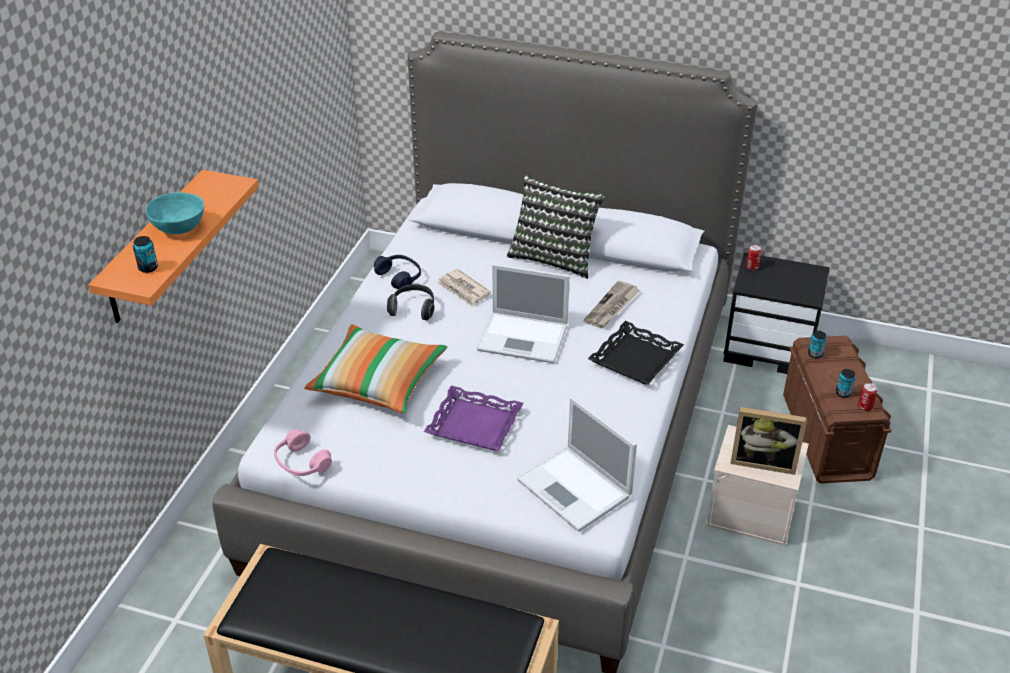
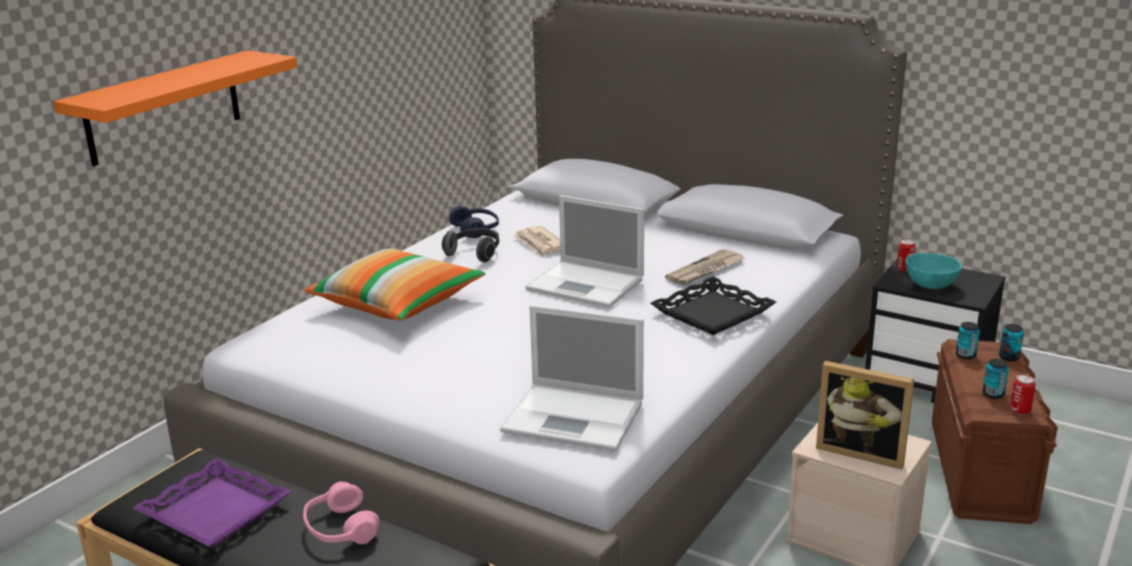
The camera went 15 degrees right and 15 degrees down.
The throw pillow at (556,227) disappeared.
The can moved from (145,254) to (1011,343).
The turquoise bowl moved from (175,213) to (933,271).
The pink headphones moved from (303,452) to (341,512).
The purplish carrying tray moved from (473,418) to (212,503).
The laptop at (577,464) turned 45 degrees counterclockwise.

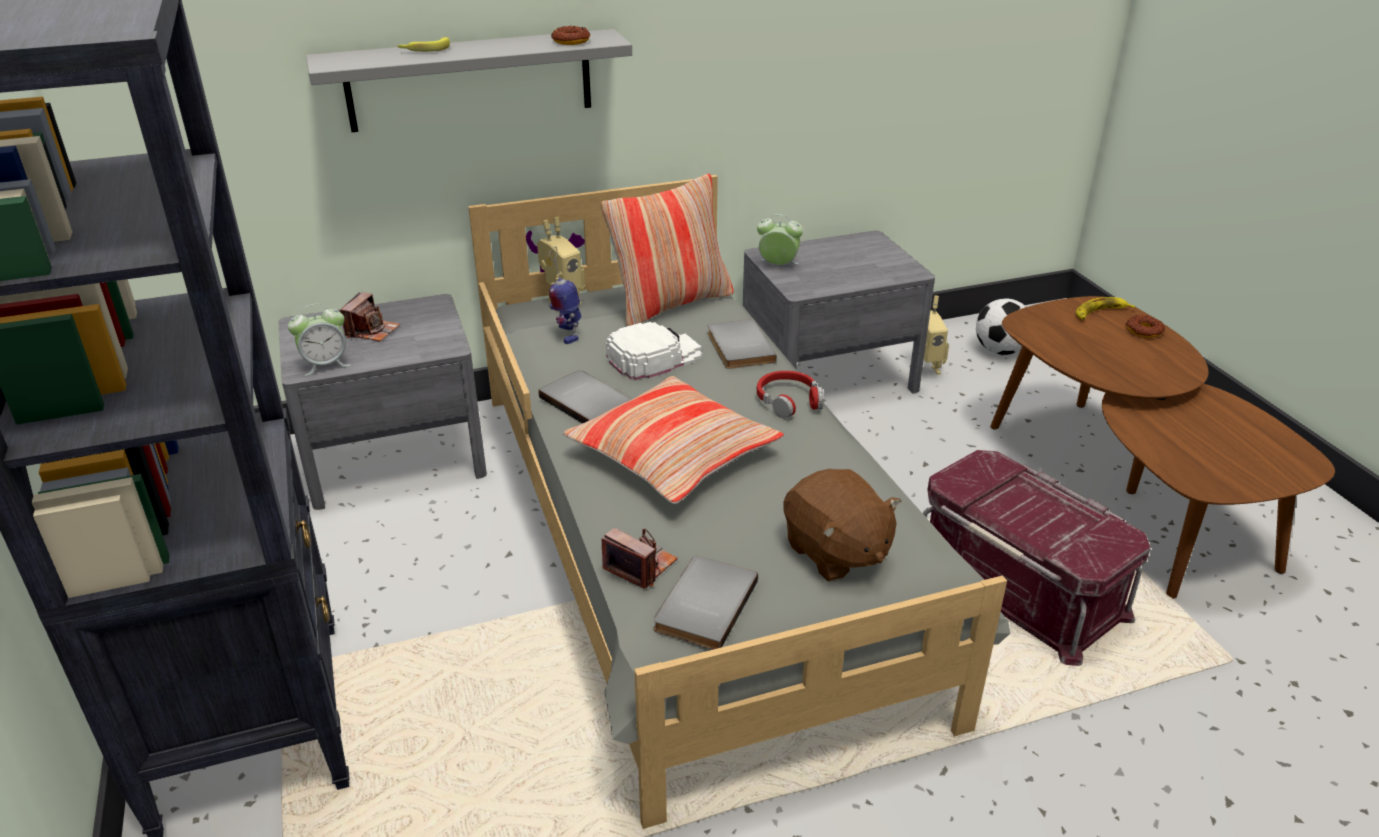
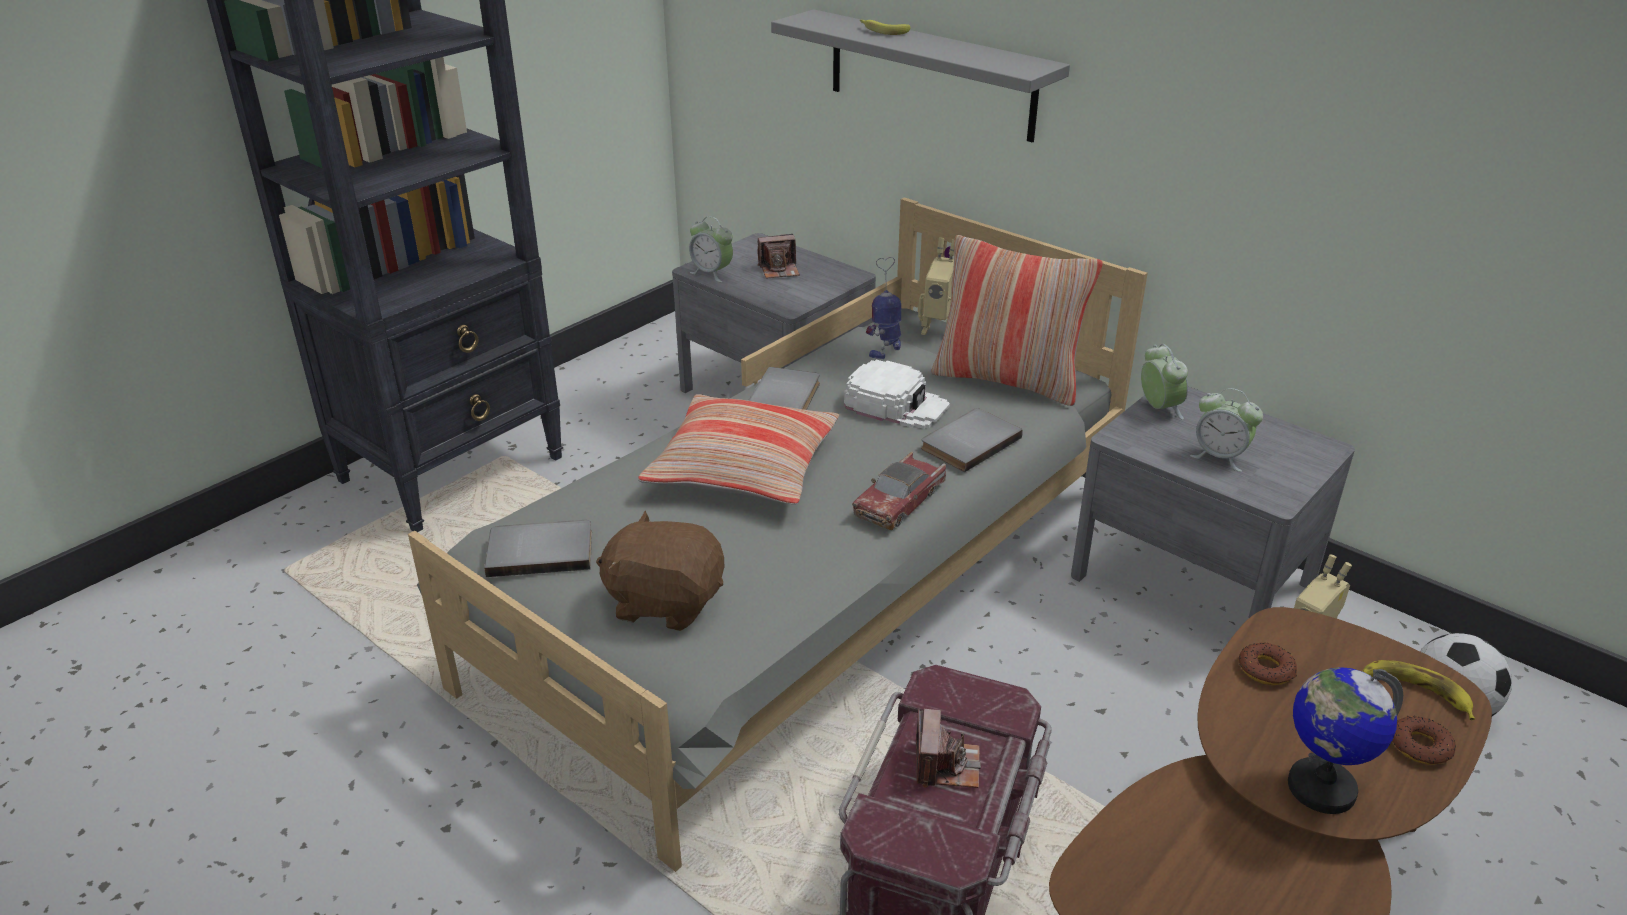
The camera went 60 degrees right and 0 degrees up.
The alarm clock at (1226,430) appeared.
The desk globe at (1345,740) appeared.
The doughnut moved from (571,35) to (1267,663).
The photo camera moved from (640,558) to (948,748).
The reddish headphones at (790,395) was replaced by the toy car at (899,491).
The brownish cuddly toy at (842,525) turned 75 degrees clockwise.

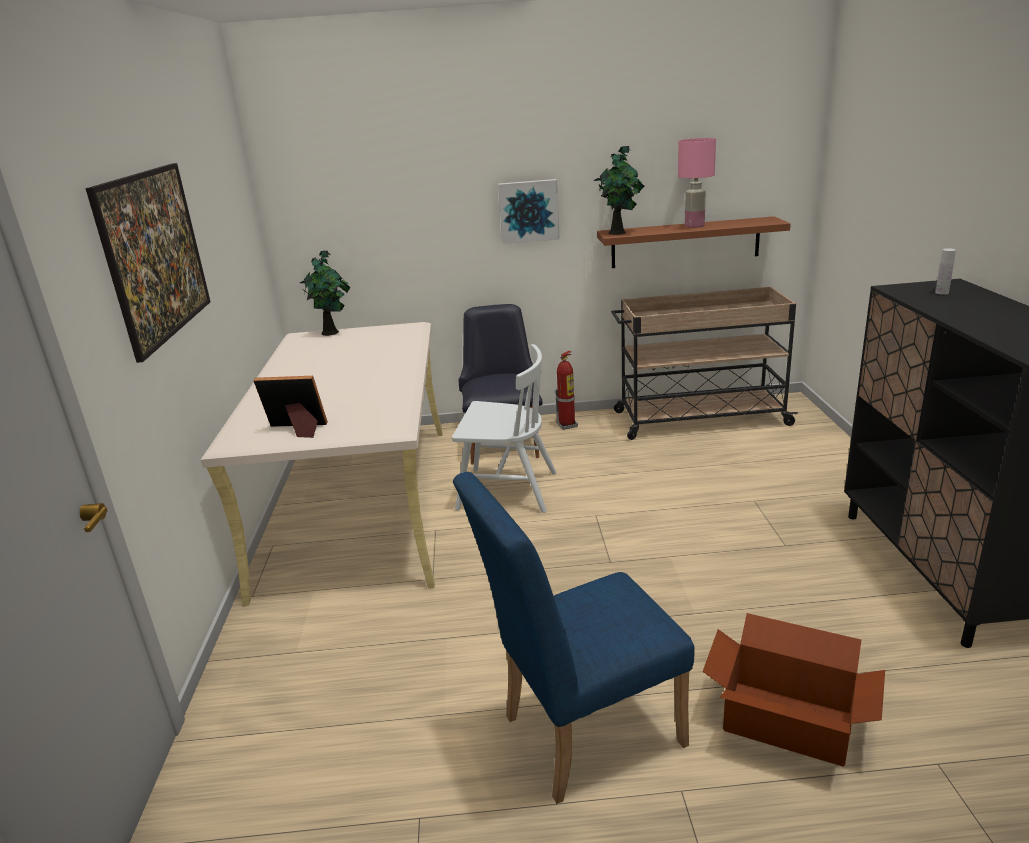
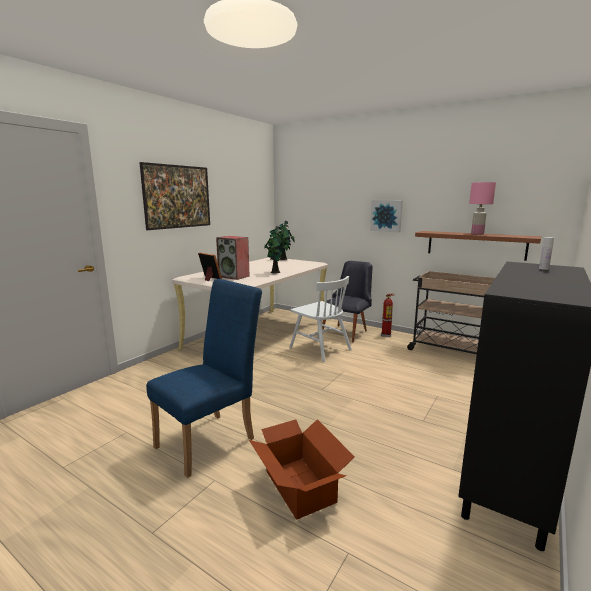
The camera went 35 degrees right and 10 degrees down.
The loudspeaker at (233,258) appeared.
The potted plant moved from (618,190) to (276,249).
The bluish chair at (573,638) turned 120 degrees clockwise.

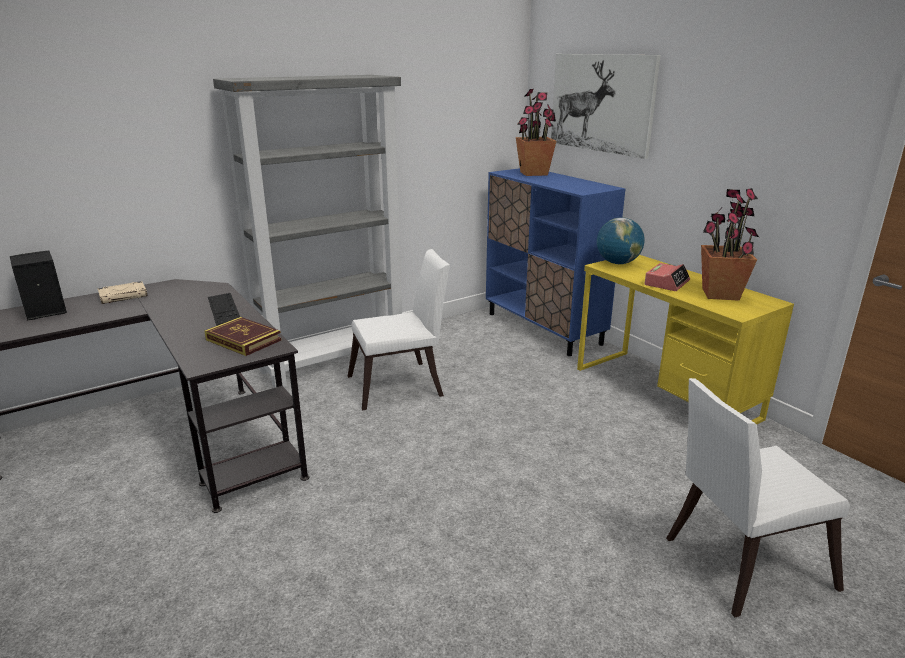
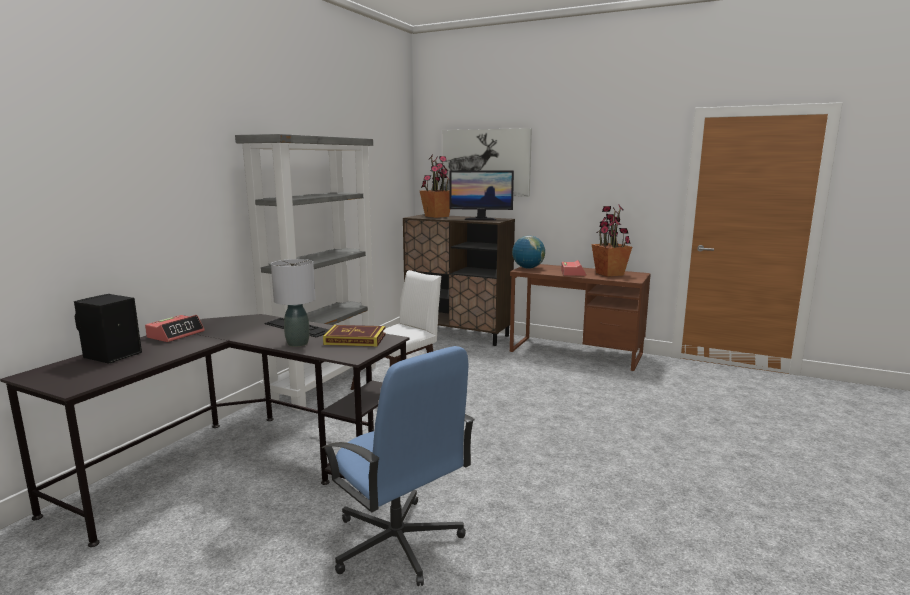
The camera went 30 degrees left and 10 degrees down.
The white chair at (758,497) disappeared.
The greyish tabletop lamp at (293,303) appeared.
The bluish desk chair at (398,466) appeared.
The computer display at (481,195) appeared.
The beige-coloured bound book at (123,292) was replaced by the alarm clock at (175,328).
The bluish cupboard at (556,262) became the brownish cupboard at (459,280).
The yellow-coloured desk at (685,339) became the brownish desk at (580,317).

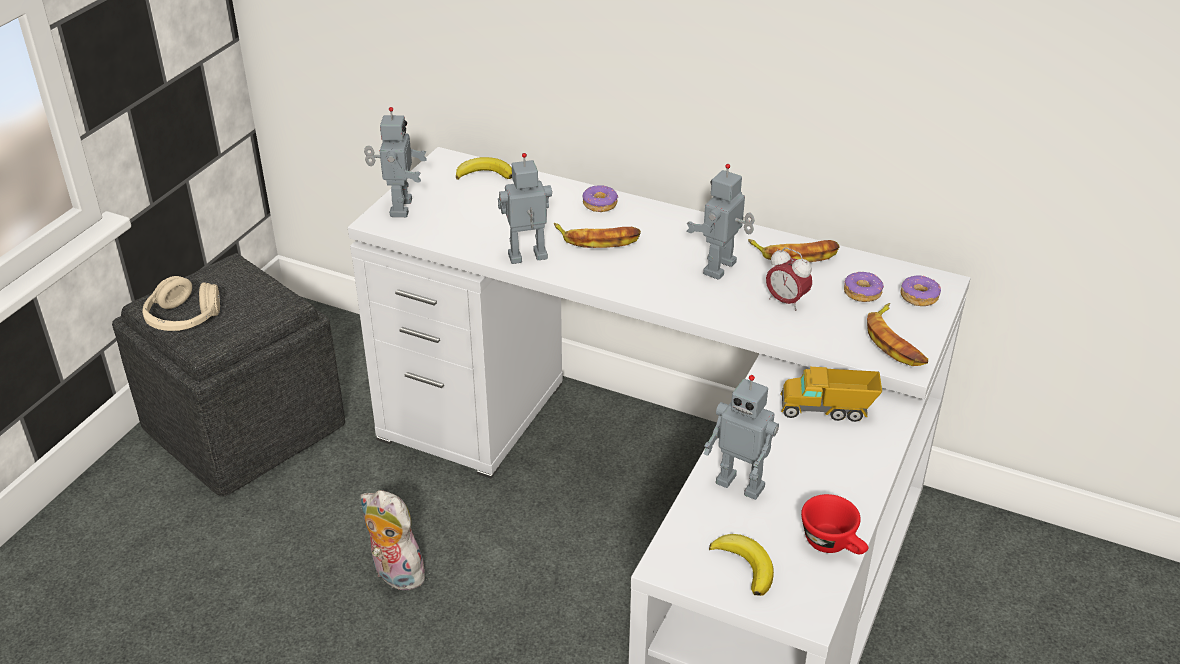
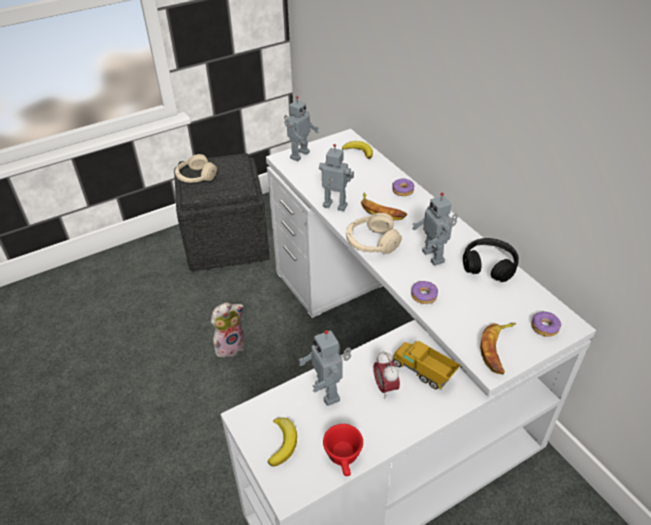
The camera went 35 degrees right and 5 degrees up.
The beige-coloured headphones at (374,233) appeared.
The alarm clock moved from (789,279) to (387,374).
The doughnut moved from (864,287) to (424,292).
The banana fruit at (793,250) was replaced by the black-coloured headphones at (491,260).
The cuddly toy at (394,540) turned 75 degrees clockwise.
The toy robot at (721,222) turned 90 degrees counterclockwise.

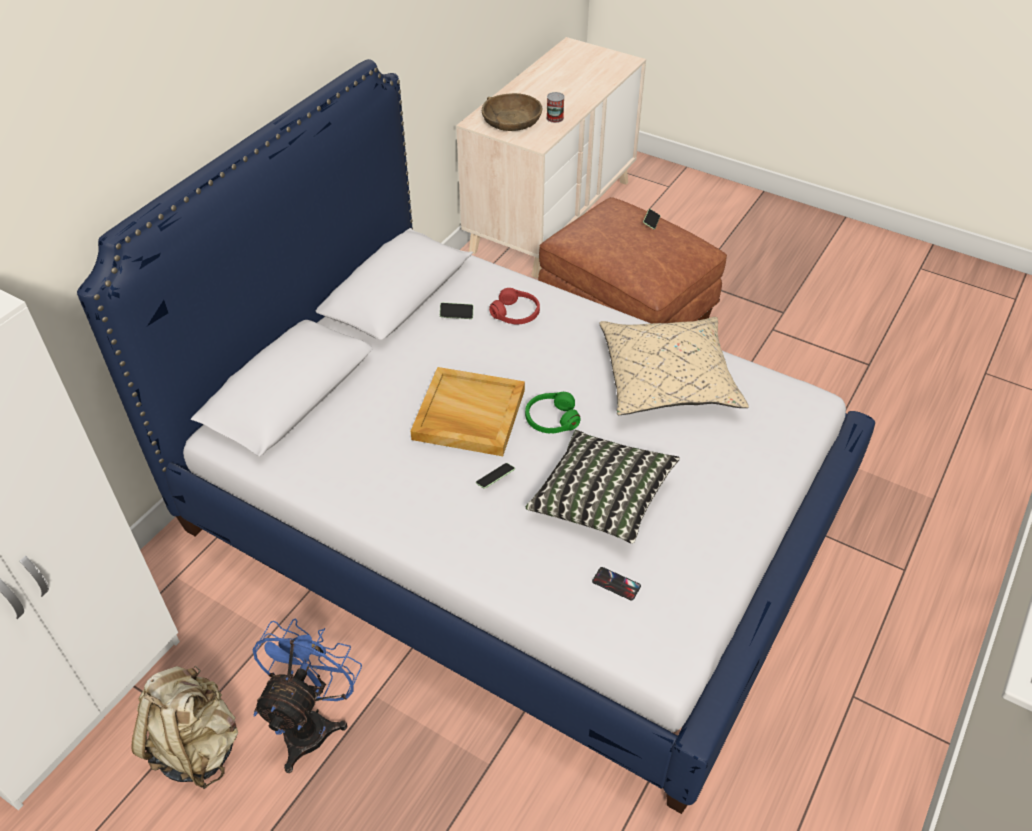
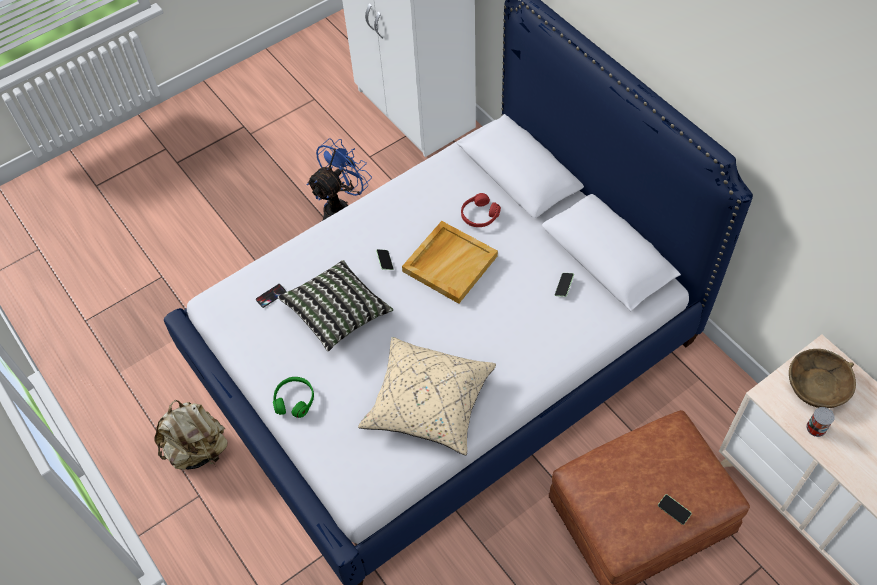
The camera went 115 degrees right and 10 degrees up.
The beige-coloured backpack moved from (185,727) to (191,434).
The reddish headphones moved from (514,306) to (481,210).
The greenish headphones moved from (552,412) to (293,397).
The bluish fan at (307,696) turned 90 degrees counterclockwise.

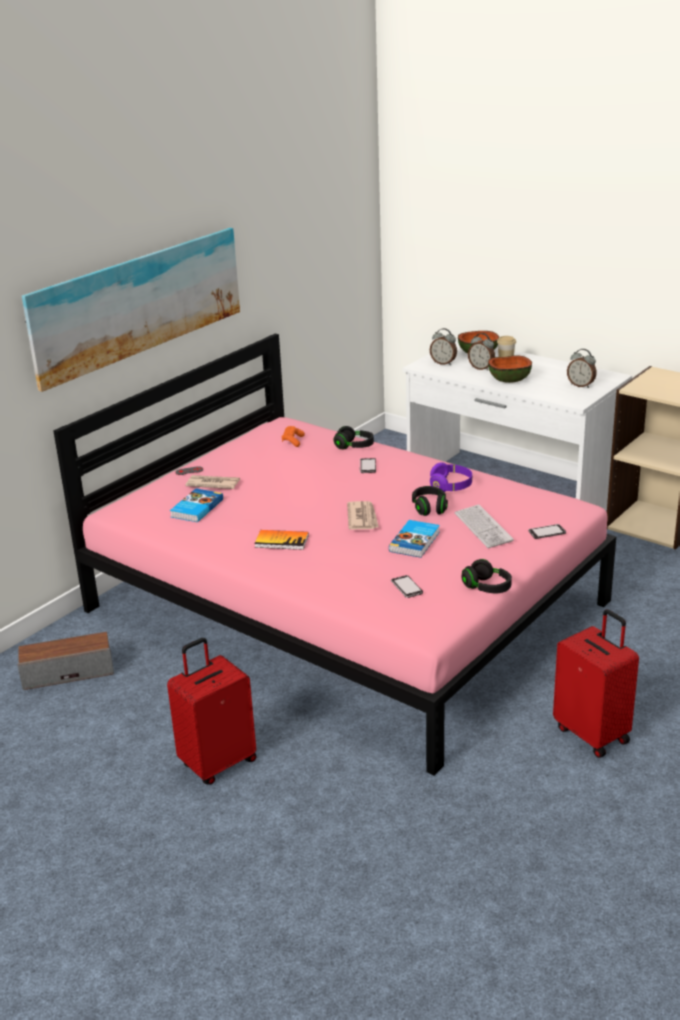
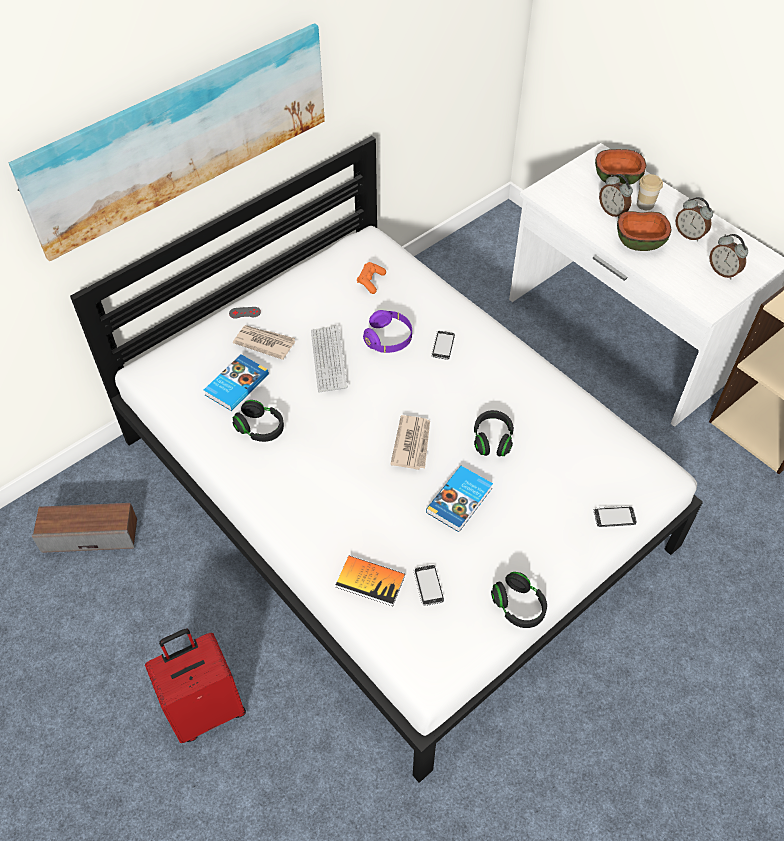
The camera went 10 degrees right and 25 degrees up.
The reddish travel case at (596,683) disappeared.
The bound book moved from (281,540) to (370,581).
The black-coloured headphones moved from (353,437) to (258,421).
The alarm clock moved from (443,346) to (694,219).
The purplish headphones moved from (451,477) to (387,331).
The PC keyboard moved from (484,526) to (329,359).
The pink bed at (334,555) became the white bed at (386,459).

